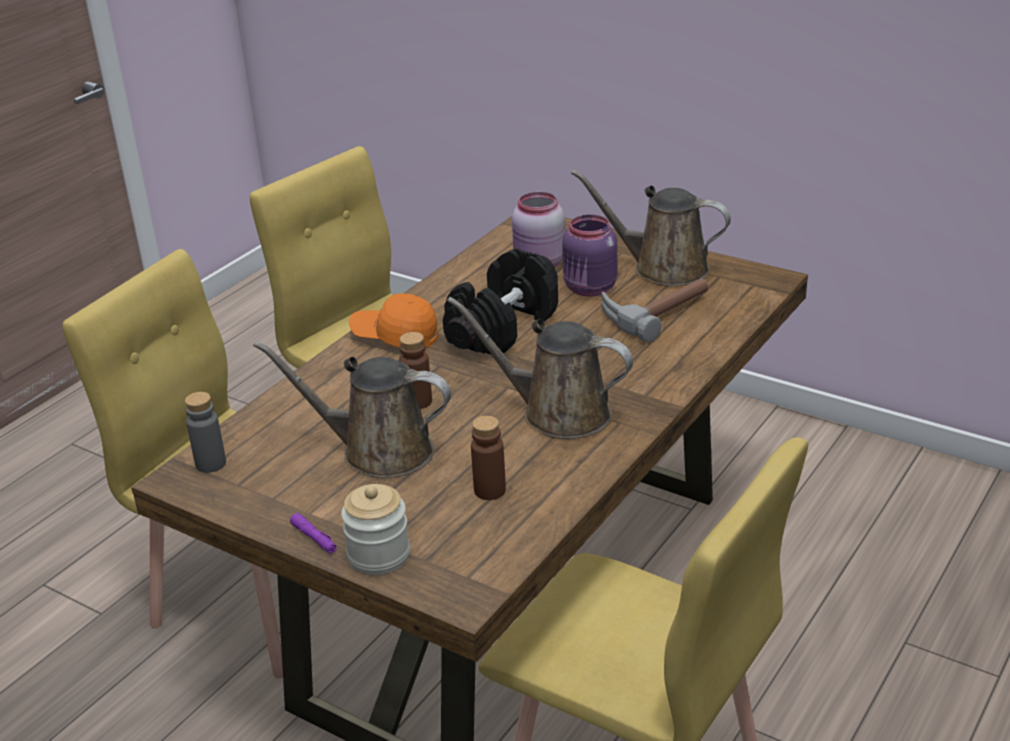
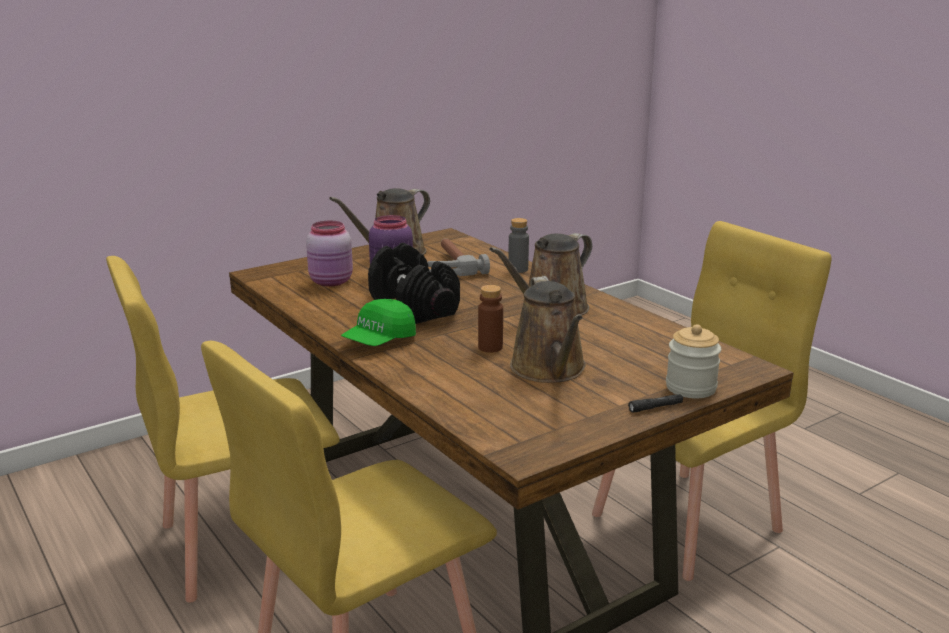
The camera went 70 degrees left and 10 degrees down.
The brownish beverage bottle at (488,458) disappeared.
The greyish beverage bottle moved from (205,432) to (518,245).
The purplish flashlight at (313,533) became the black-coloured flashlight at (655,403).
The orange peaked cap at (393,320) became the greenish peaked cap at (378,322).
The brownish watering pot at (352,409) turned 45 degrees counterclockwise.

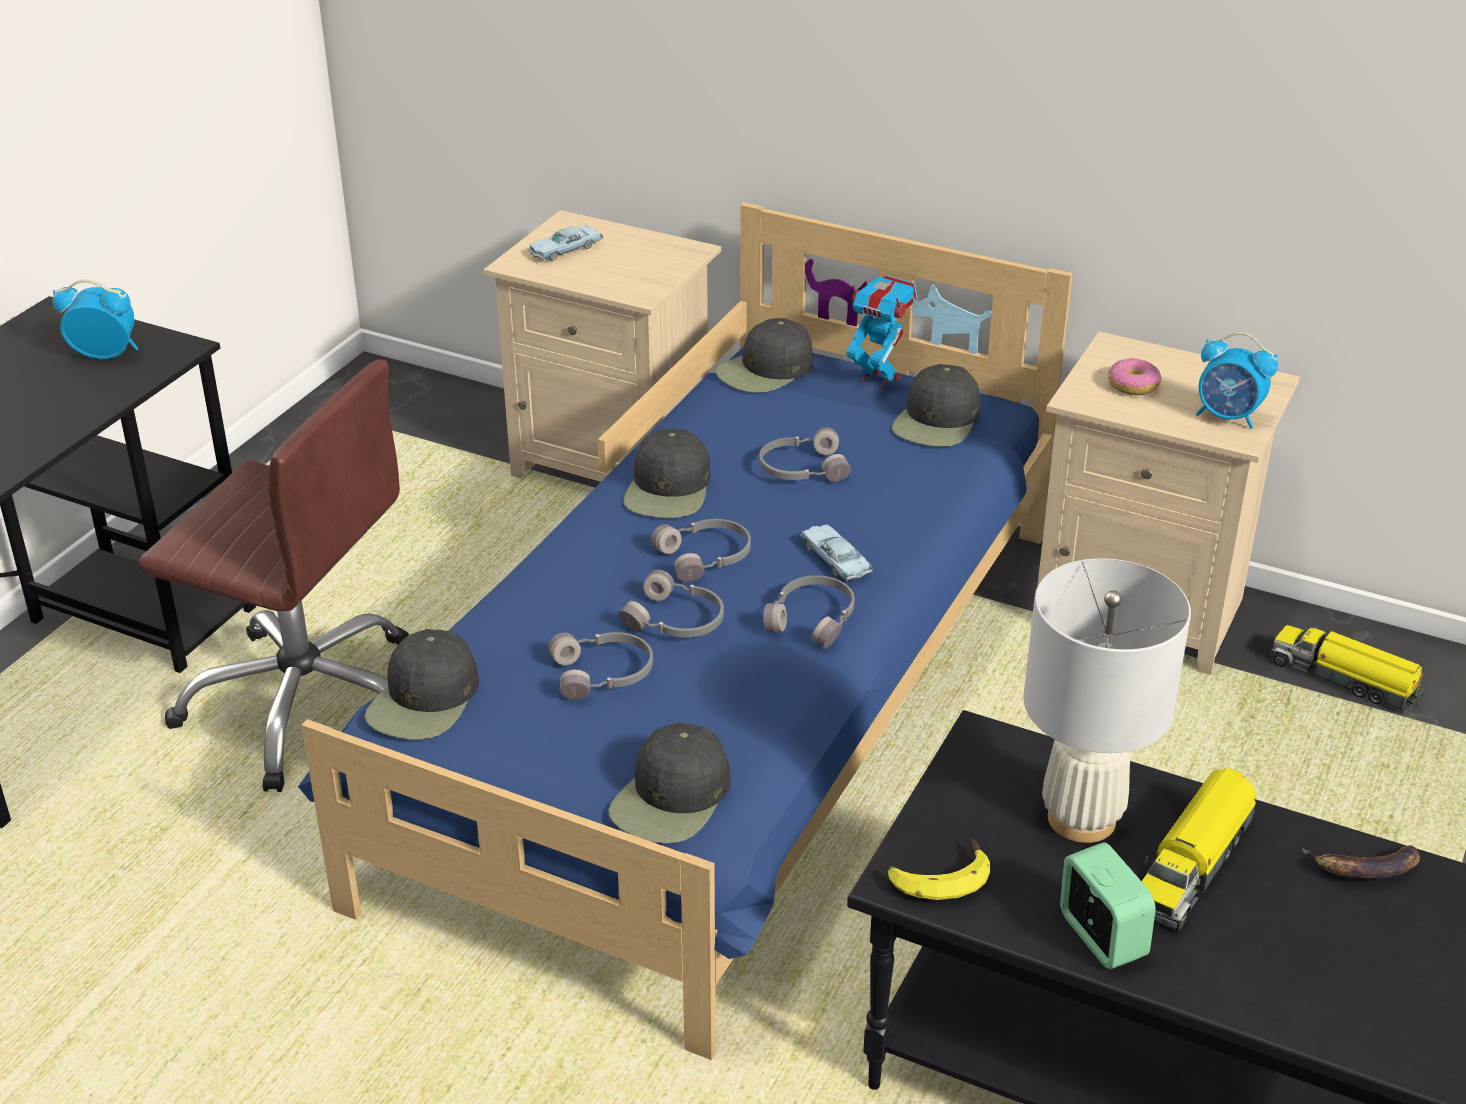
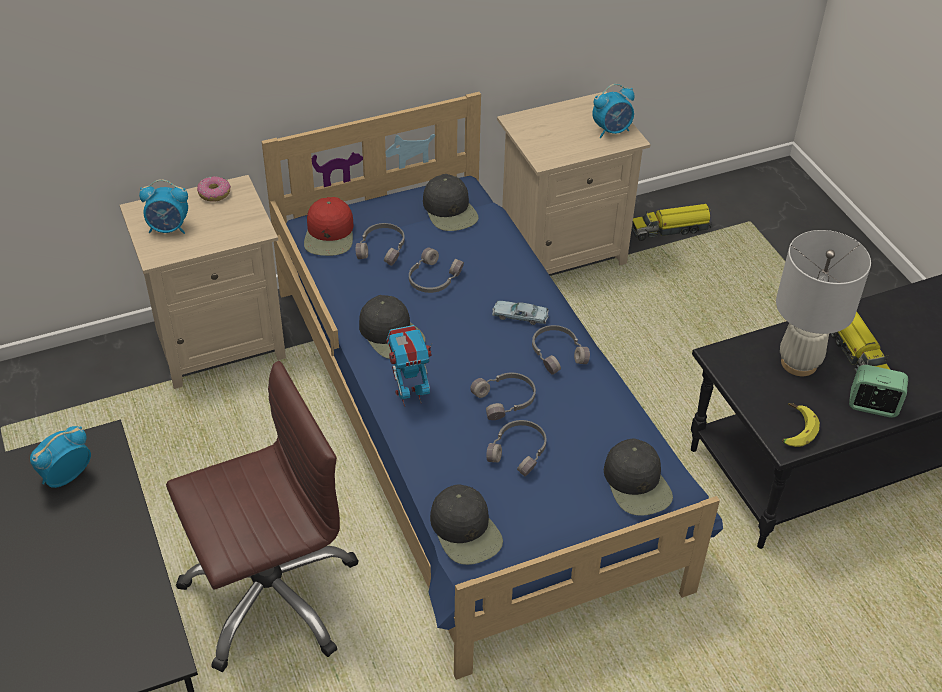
The camera went 50 degrees left and 10 degrees up.
The banana fruit at (1361,862) disappeared.
The greyish headphones moved from (701,550) to (380,244).
The toy robot moved from (882,332) to (409,366).
The doughnut moved from (1134,376) to (214,189).
The bluish toy car at (565,243) was replaced by the alarm clock at (163,206).
The black-coloured peaked cap at (764,355) became the reddish peaked cap at (328,226).

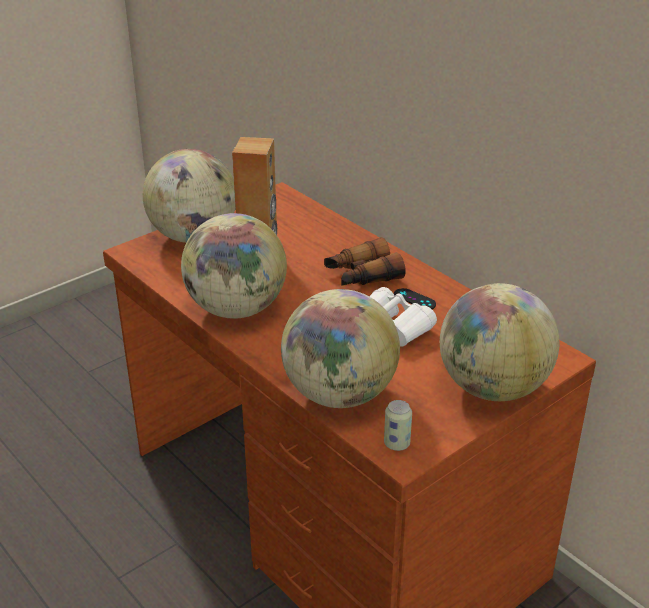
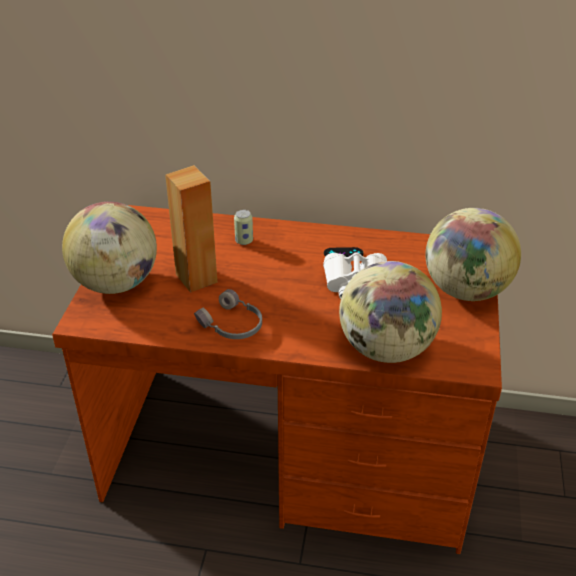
The camera went 40 degrees left and 5 degrees up.
The field glasses at (365,261) disappeared.
The can moved from (398,425) to (243,227).
The desk globe at (234,266) was replaced by the greyish headphones at (228,314).

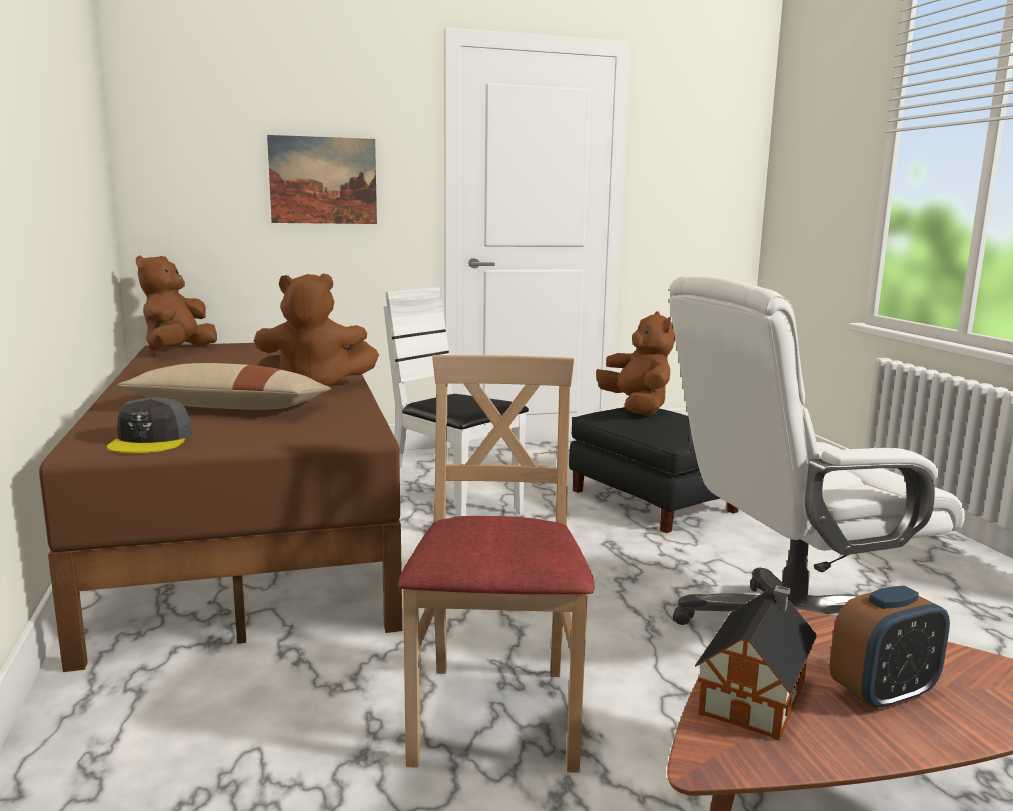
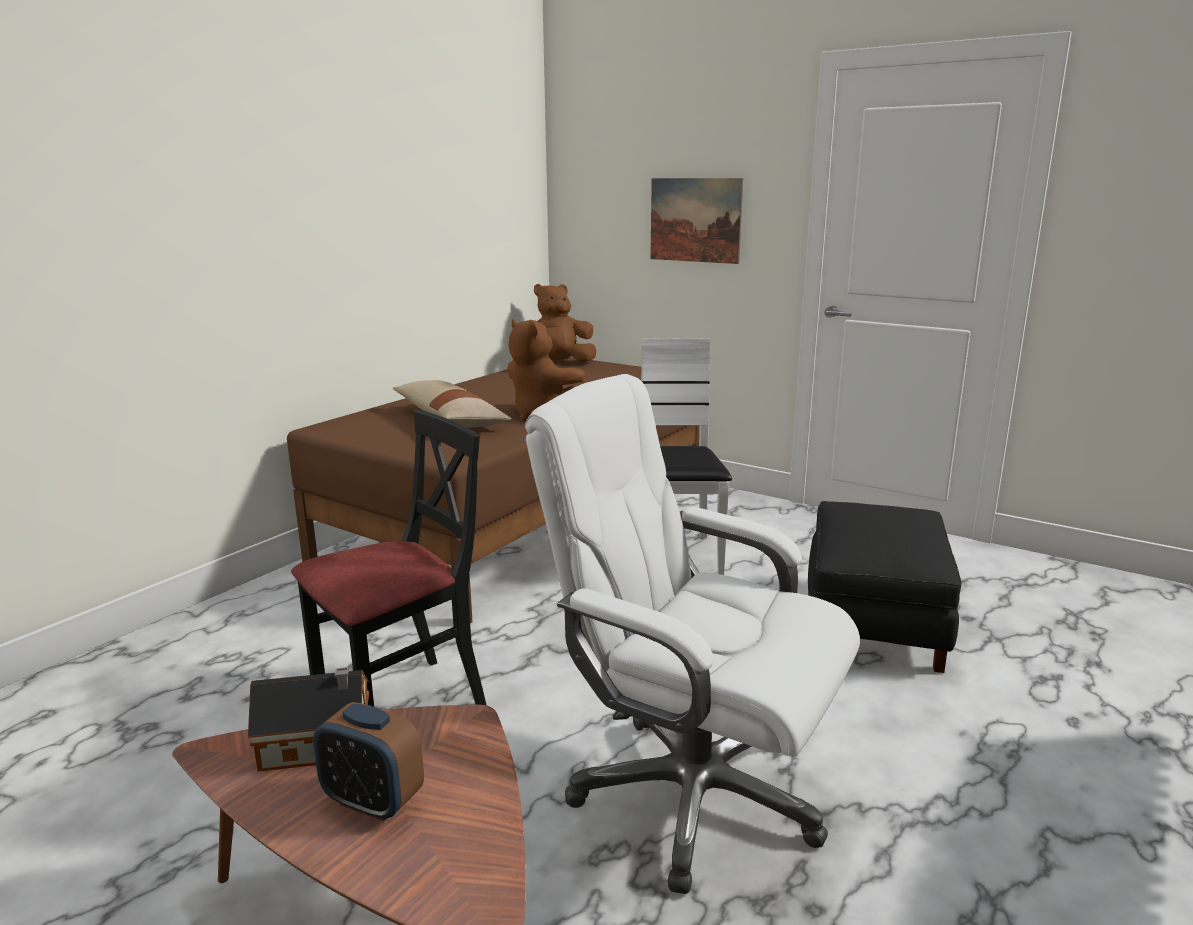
The camera went 50 degrees right and 5 degrees up.
The greyish peaked cap at (149,425) disappeared.
The brownish cuddly toy at (635,363) disappeared.
The beige-coloured chair at (496,564) became the black-coloured chair at (388,558).

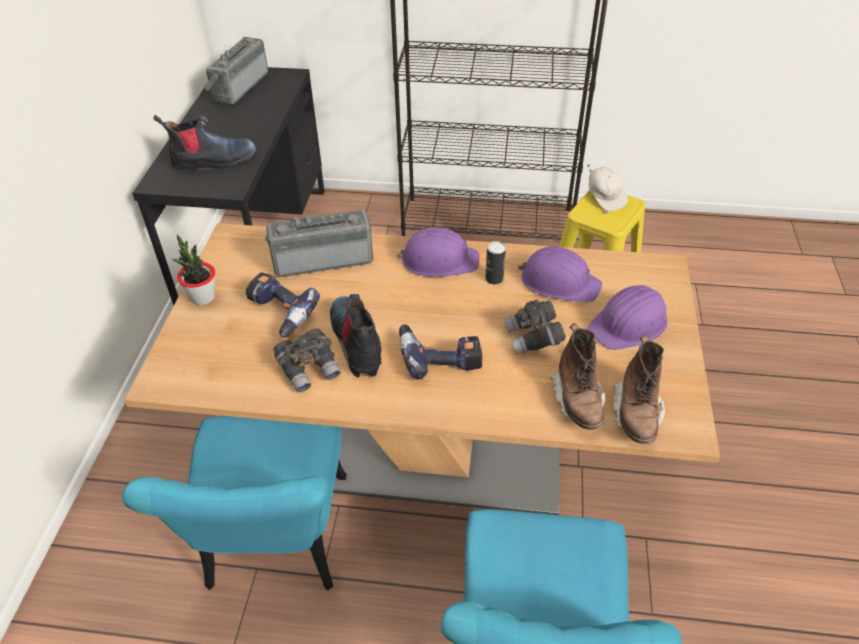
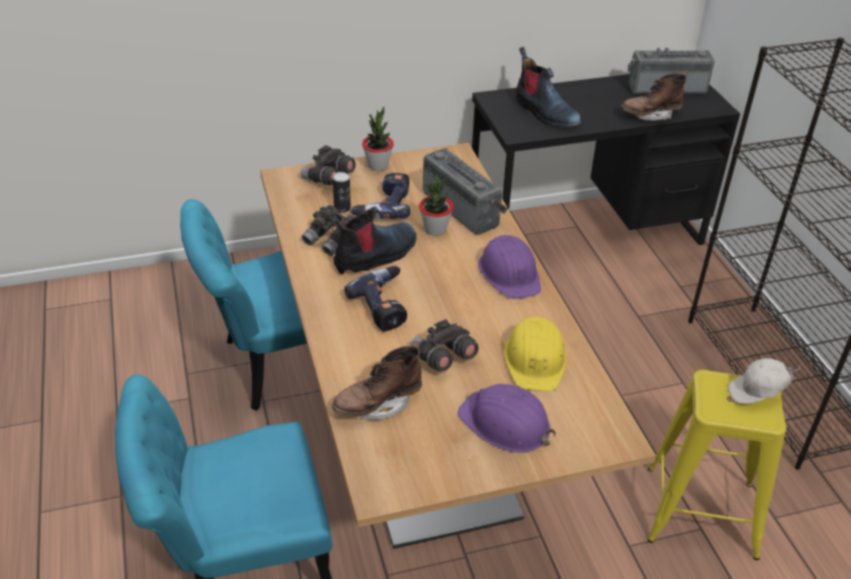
The camera went 65 degrees right and 5 degrees down.
The greyish field glasses at (328,165) appeared.
The potted plant at (436,205) appeared.
The can moved from (495,263) to (342,192).
The brownish tall boot moved from (639,389) to (654,96).
The purplish hard hat at (559,274) became the yellow-coloured hard hat at (535,353).
The white peaked cap at (607,187) turned 45 degrees clockwise.

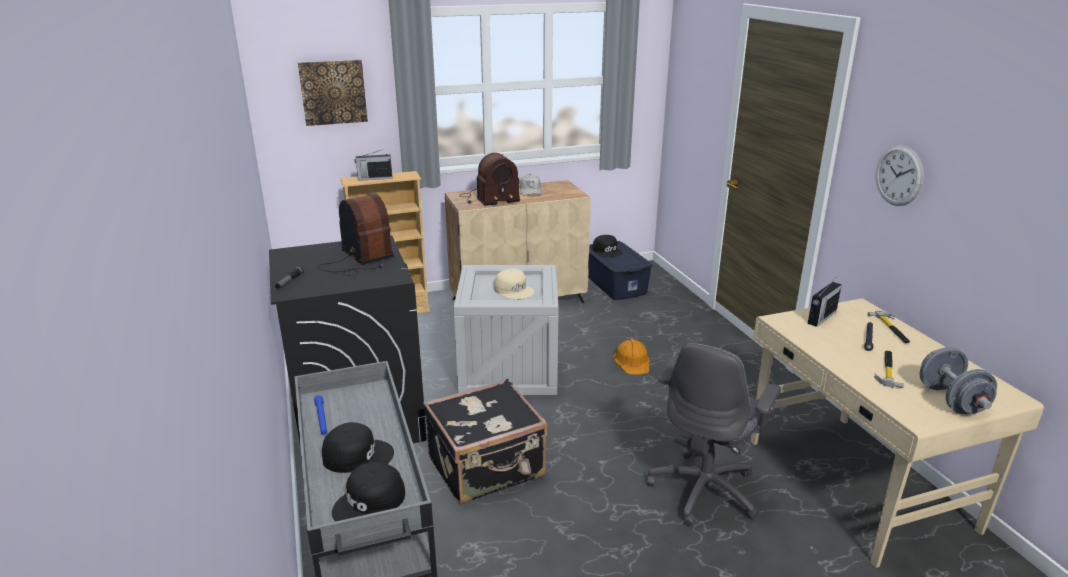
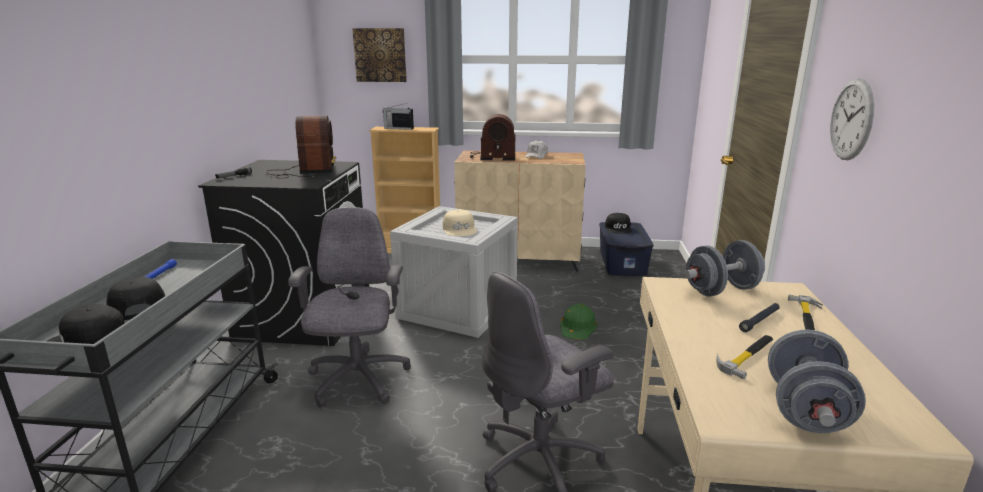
The camera went 25 degrees right and 5 degrees down.
The black-coloured travel case at (485,441) was replaced by the greyish desk chair at (349,307).
The radio set at (825,303) was replaced by the greyish hand weight at (724,268).
The orange hard hat at (631,357) became the greenish hard hat at (579,321).
The black-coloured peaked cap at (358,447) turned 150 degrees counterclockwise.

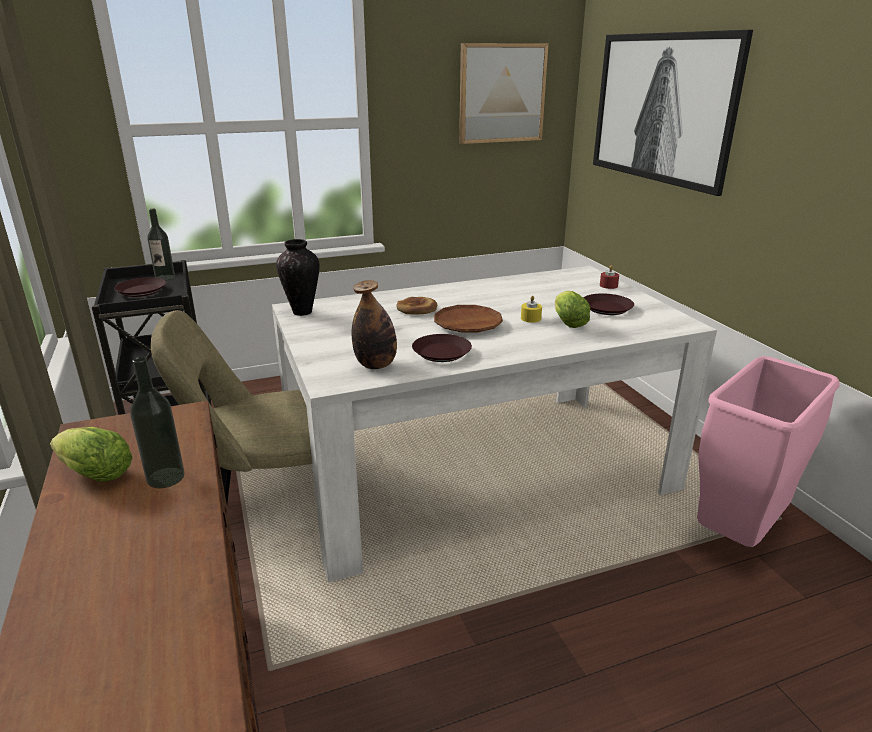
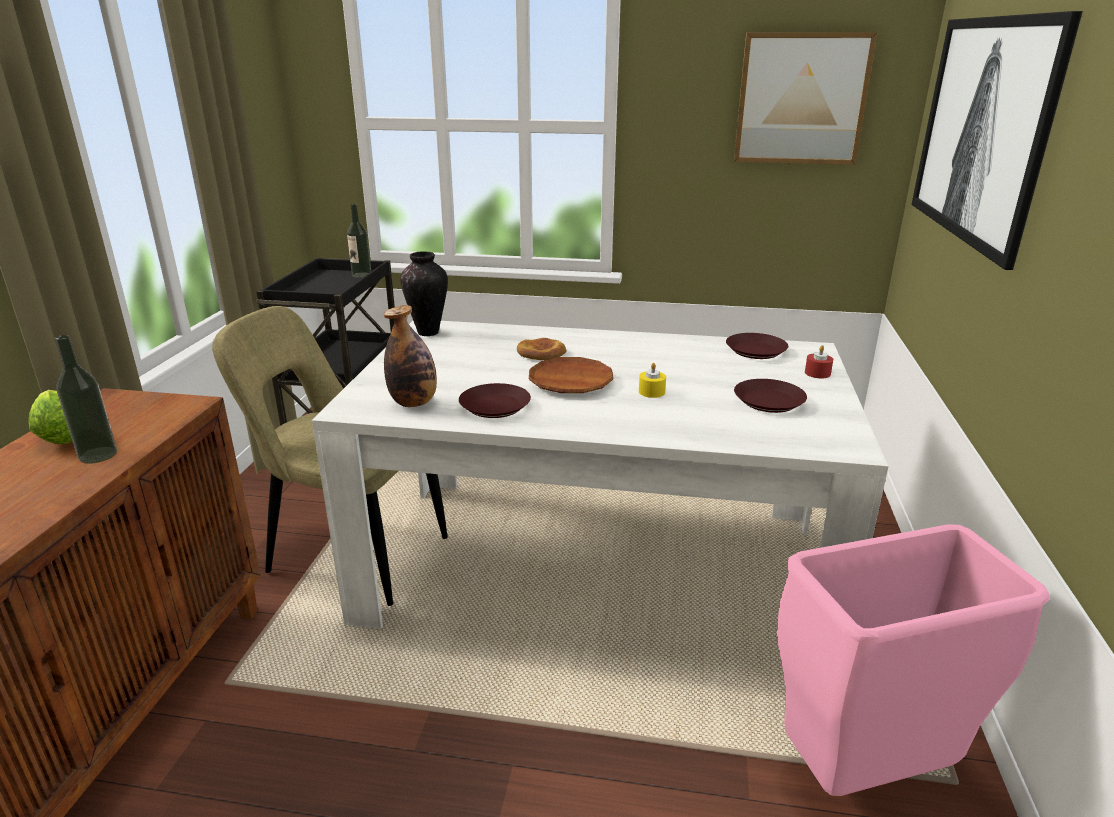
The camera went 30 degrees right and 0 degrees up.
The lettuce at (572,309) disappeared.
The brownish flat dish moved from (140,287) to (757,346).

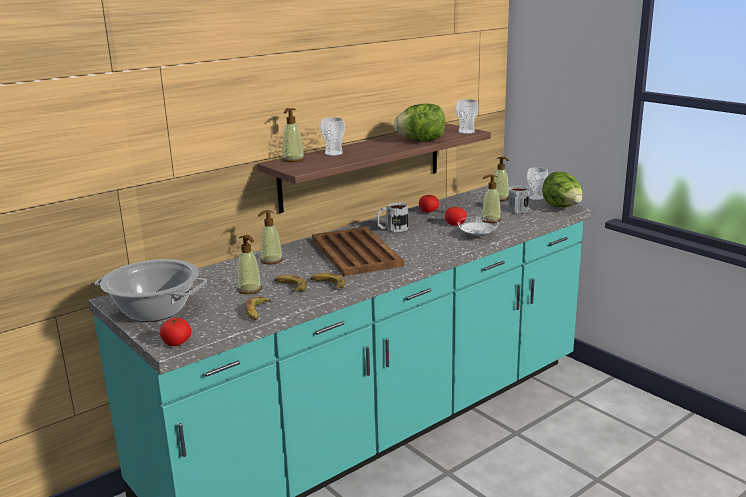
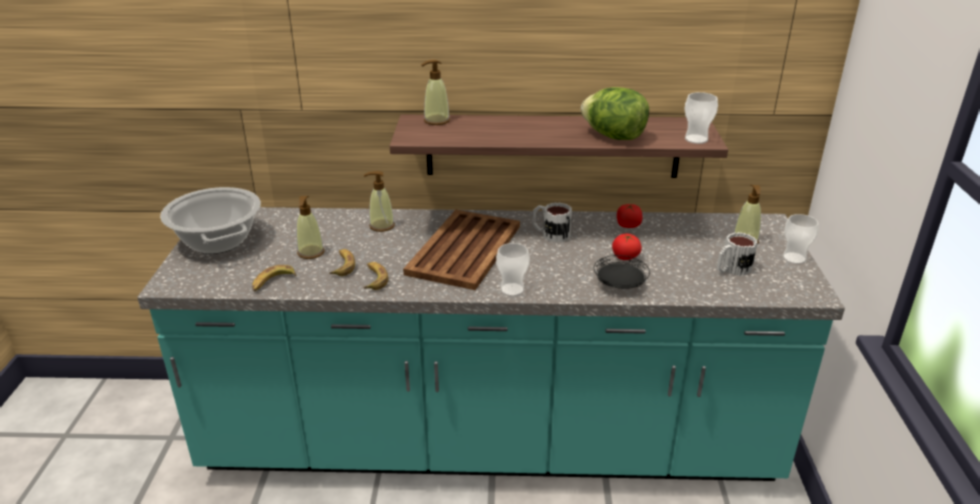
The camera went 40 degrees right and 10 degrees up.
The tomato at (176,332) disappeared.
The liquid soap bottle at (491,198) disappeared.
The lettuce at (562,189) disappeared.
The cup moved from (332,136) to (513,270).
The white flat dish at (478,226) became the black-coloured flat dish at (622,272).

